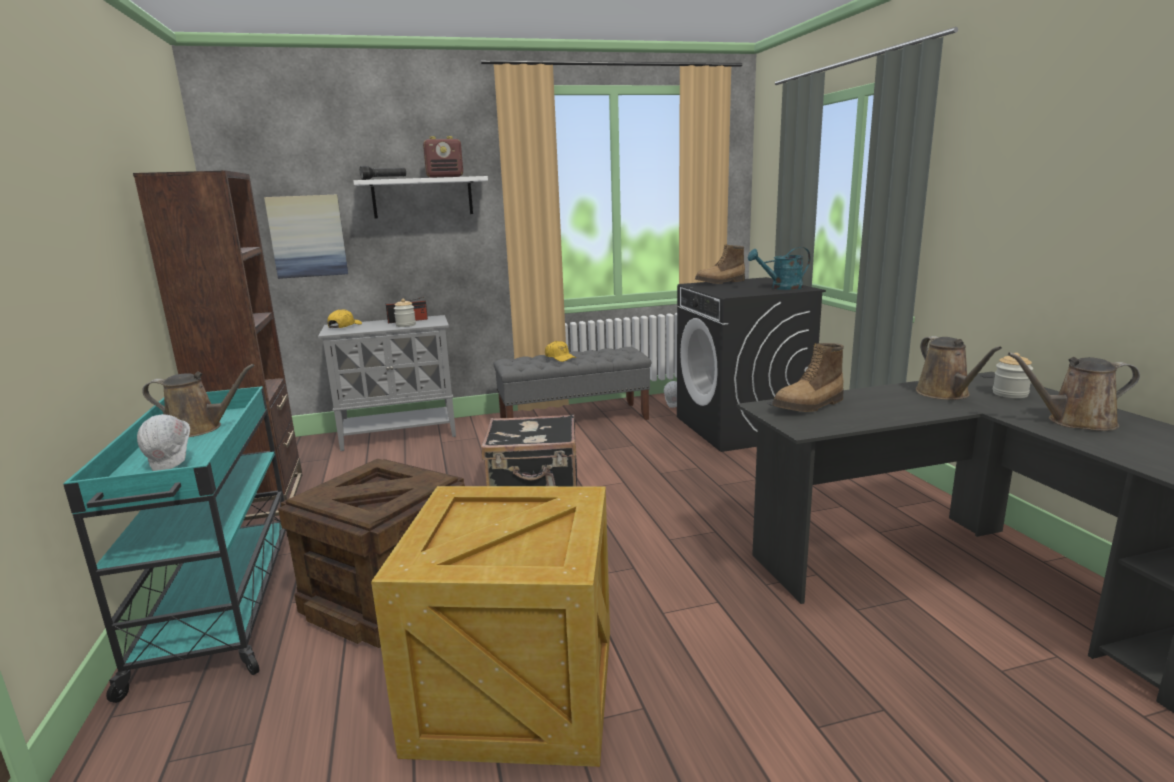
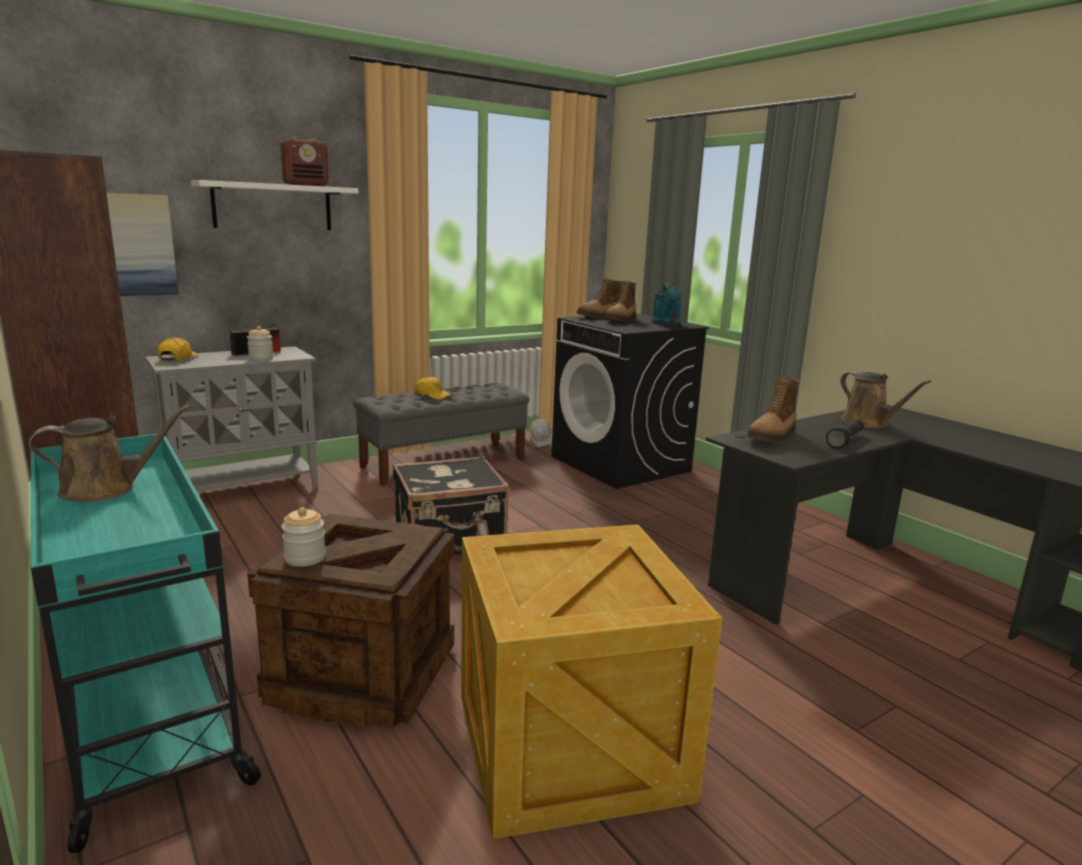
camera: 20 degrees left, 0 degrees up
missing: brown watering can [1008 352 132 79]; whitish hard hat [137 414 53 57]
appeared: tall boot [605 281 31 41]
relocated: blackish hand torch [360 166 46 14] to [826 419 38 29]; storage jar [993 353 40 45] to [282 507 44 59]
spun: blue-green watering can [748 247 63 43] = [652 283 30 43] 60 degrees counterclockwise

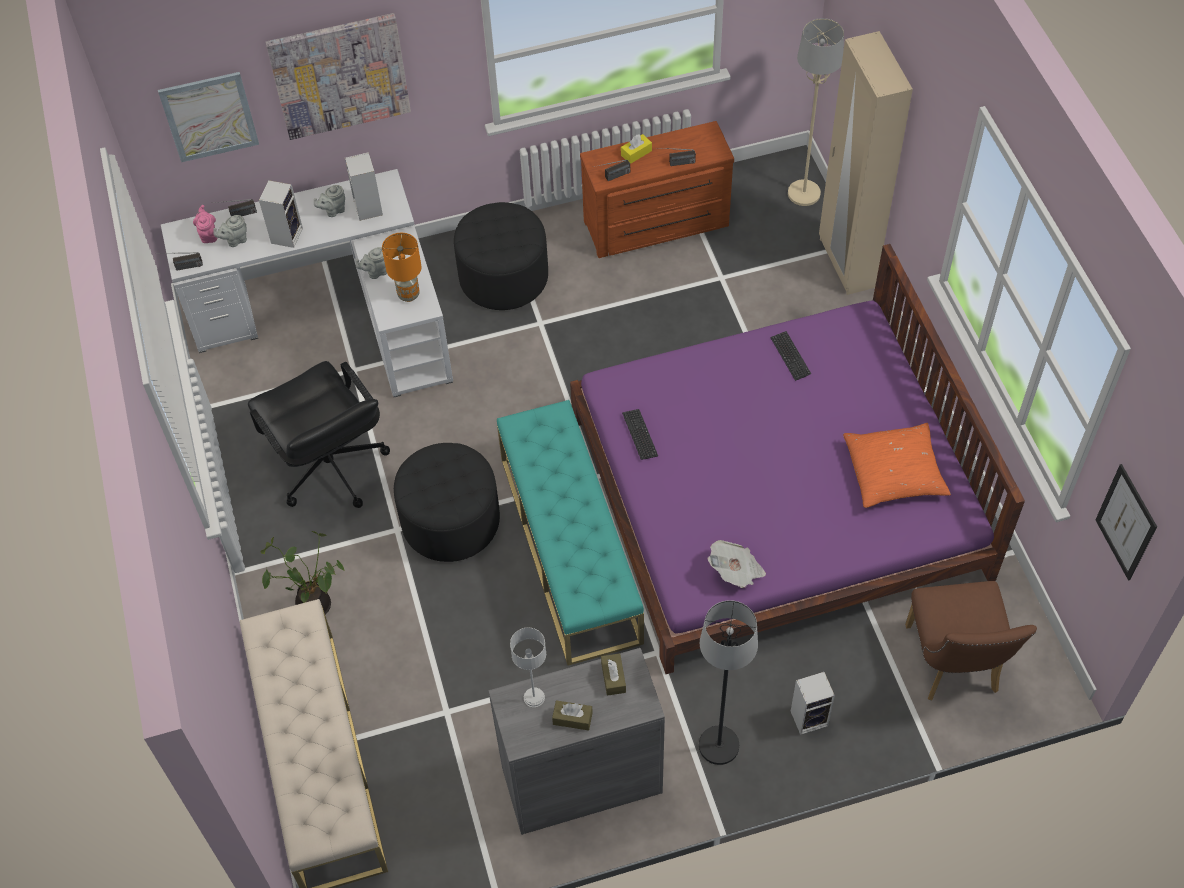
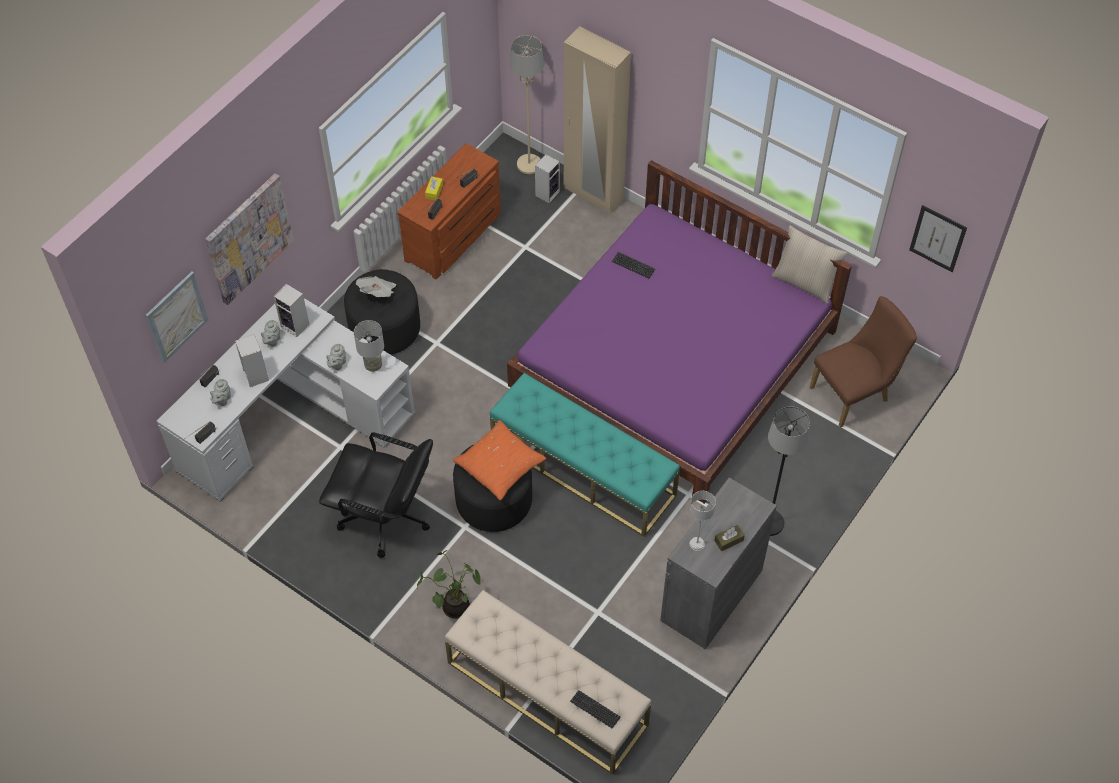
camera: 40 degrees left, 0 degrees up
missing: pinkish pot for tea [193 205 24 38]; brown box of tissues [601 653 25 43]
appeared: beige throw pillow [772 226 75 78]
relocated: computer keyboard [622 409 36 51] to [570 690 51 38]; orange-coloured throw pillow [843 423 108 85] to [453 420 94 80]; printed paper [707 540 59 48] to [356 276 40 21]; loudspeaker [791 672 44 63] to [535 154 25 49]
colour: orange-coloured tabletop lamp [382 233 39 69] to gray tabletop lamp [354 320 30 52]
spun: brown chair [905 581 132 120] = [810 296 107 132] 75 degrees counterclockwise

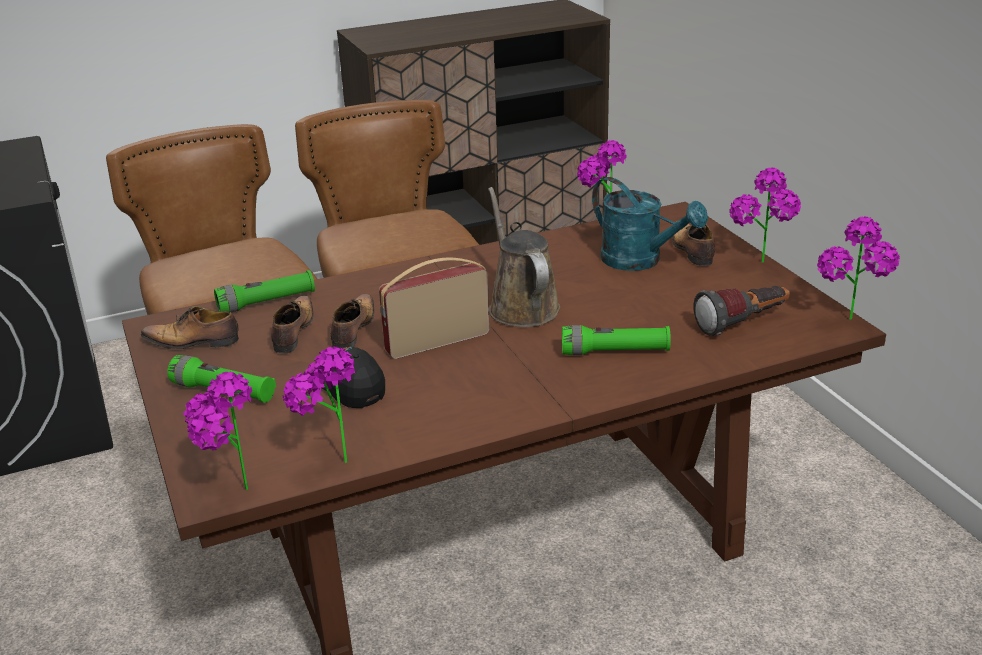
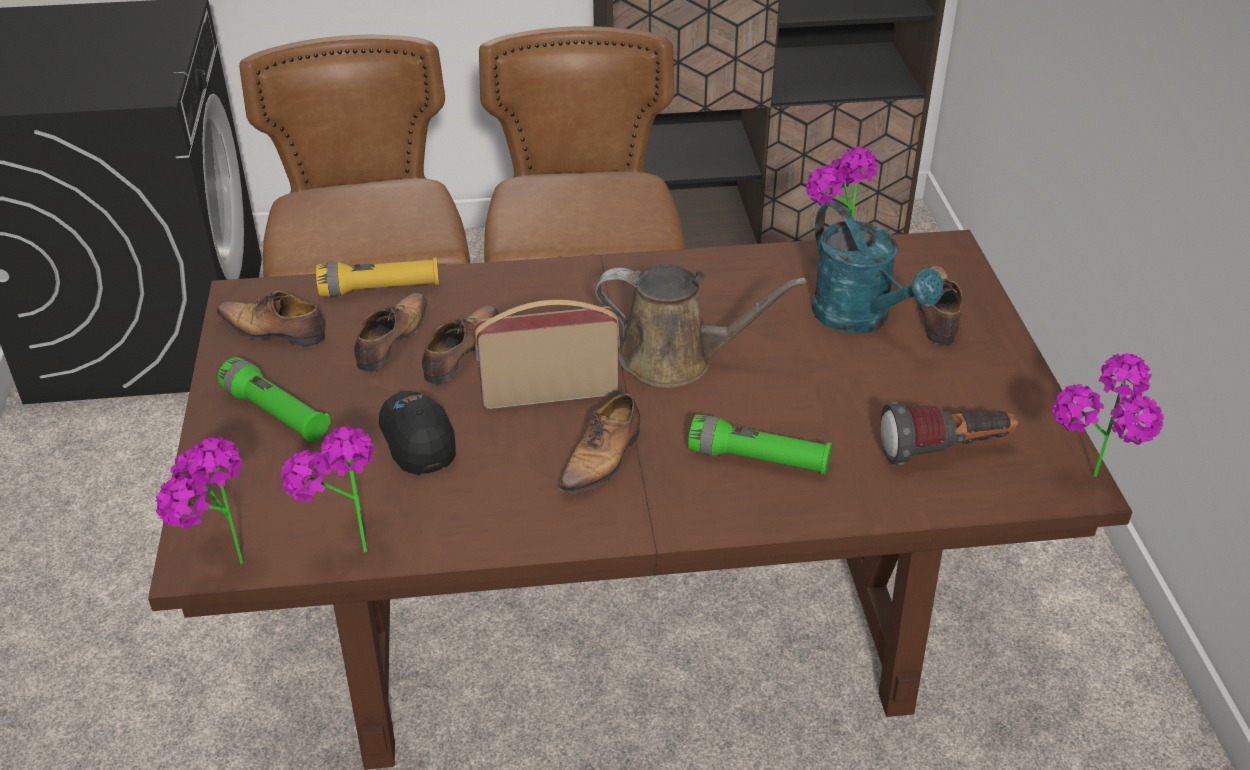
camera: 15 degrees right, 10 degrees up
missing: plant in a pot [729 168 72 95]
appeared: item of footwear [558 394 82 106]
colour: greenish hand torch [214 270 101 42] to yellow hand torch [316 258 123 38]
spun: brown watering can [488 187 72 140] = [595 264 212 124] 105 degrees clockwise

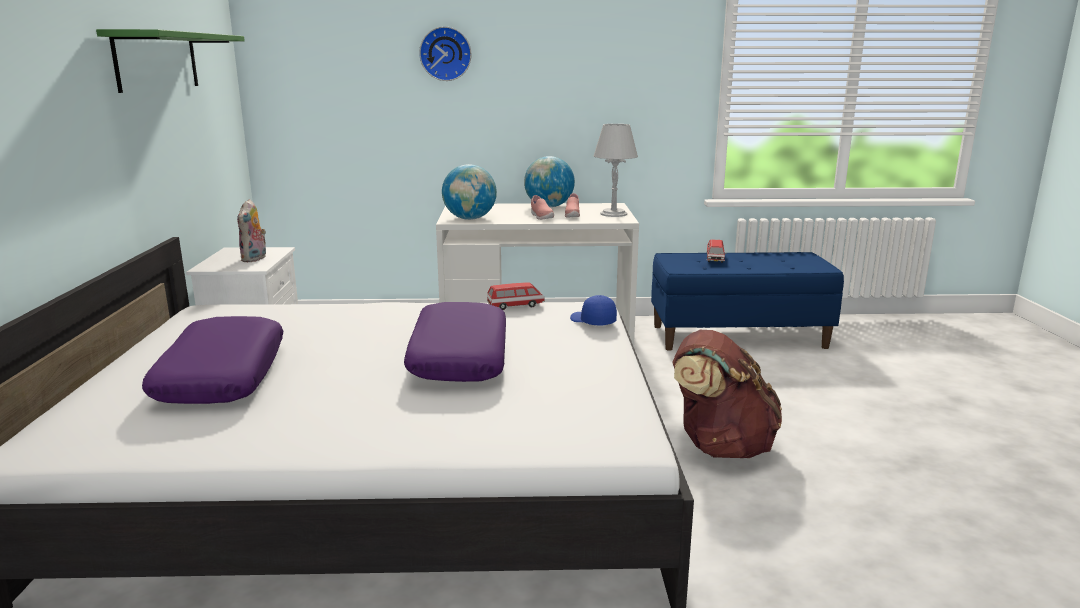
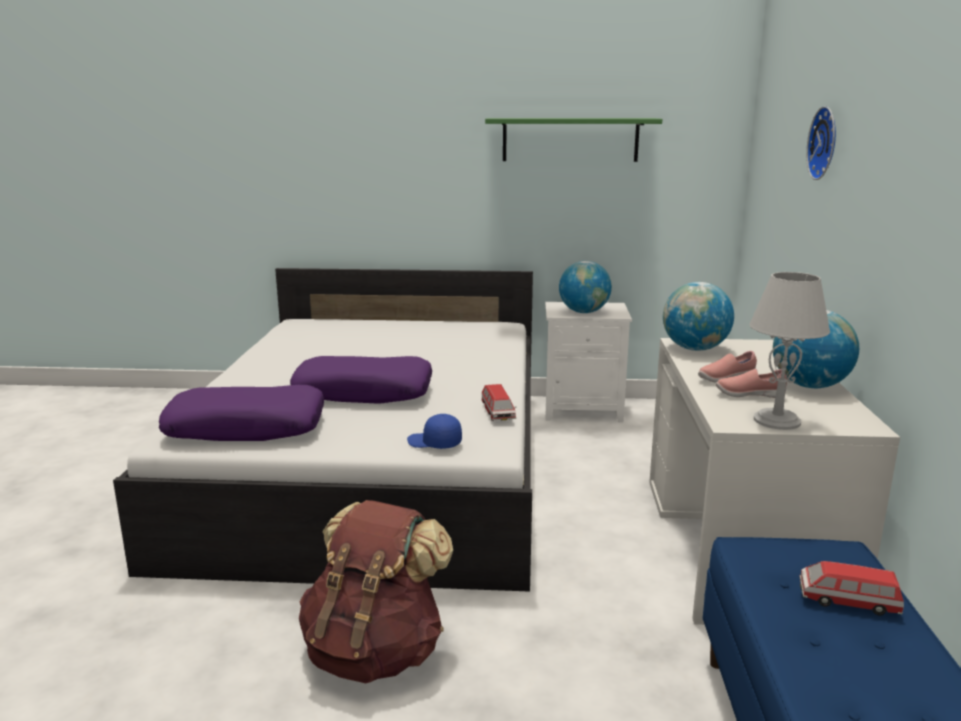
camera: 95 degrees right, 0 degrees up
relocated: purple-coloured throw pillow [142 316 141 88] to [159 385 165 56]
exchanged: soft toy [237 199 29 63] to globe [559 261 53 52]
spun: blue cap [570 295 47 31] = [407 414 55 35] 120 degrees counterclockwise

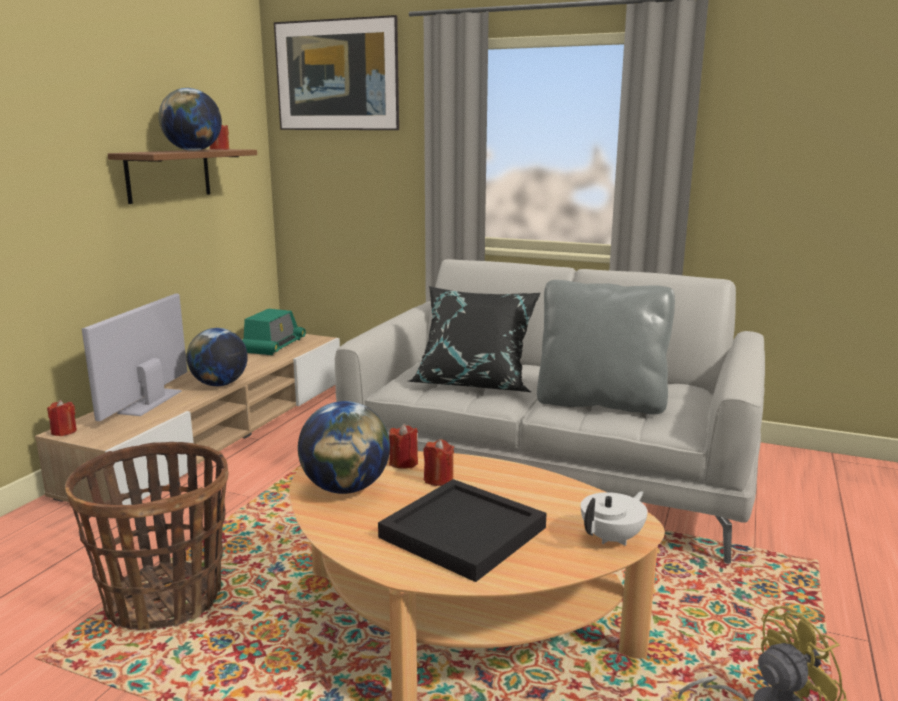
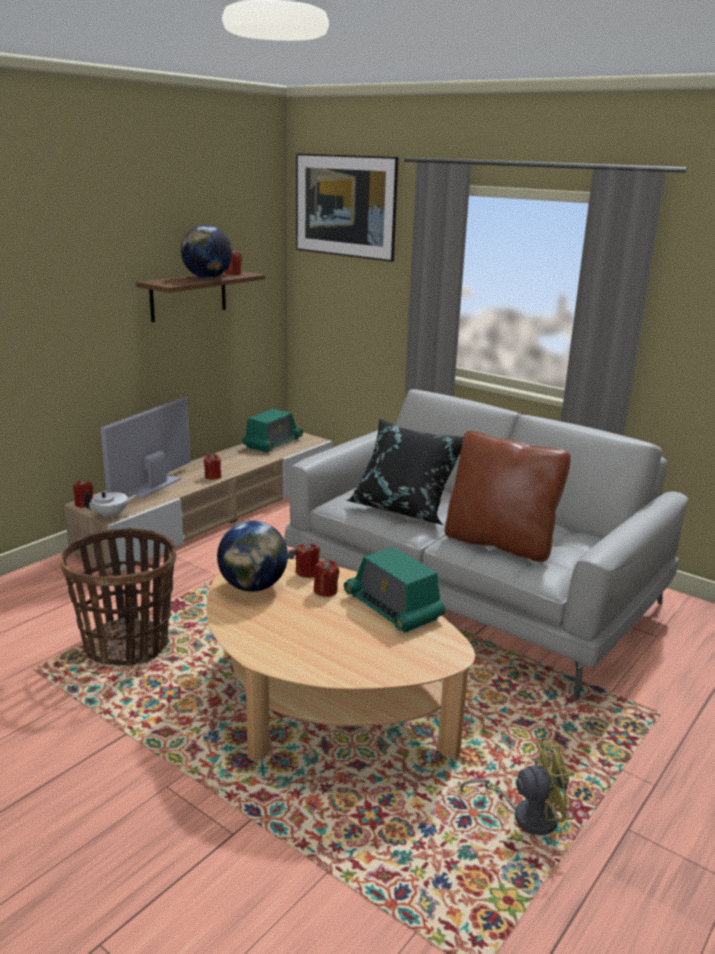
camera: 15 degrees right, 5 degrees up
missing: blackish carrying tray [378 479 169 103]
appeared: radio [344 547 101 86]
relocated: whitish pot for tea [581 491 67 55] to [84 490 53 29]
exchanged: globe [187 328 61 58] to red candle [203 453 18 27]
colour: gray throw pillow [537 280 138 134] to brown throw pillow [445 431 126 131]

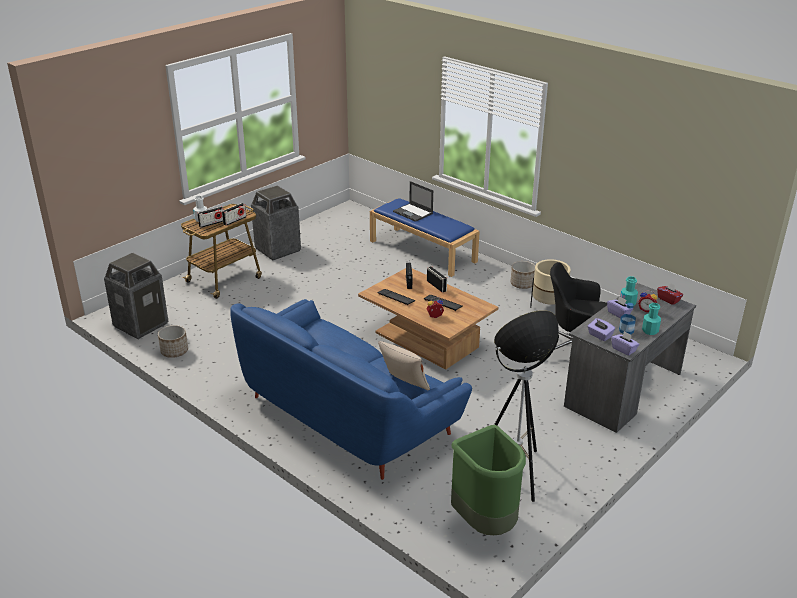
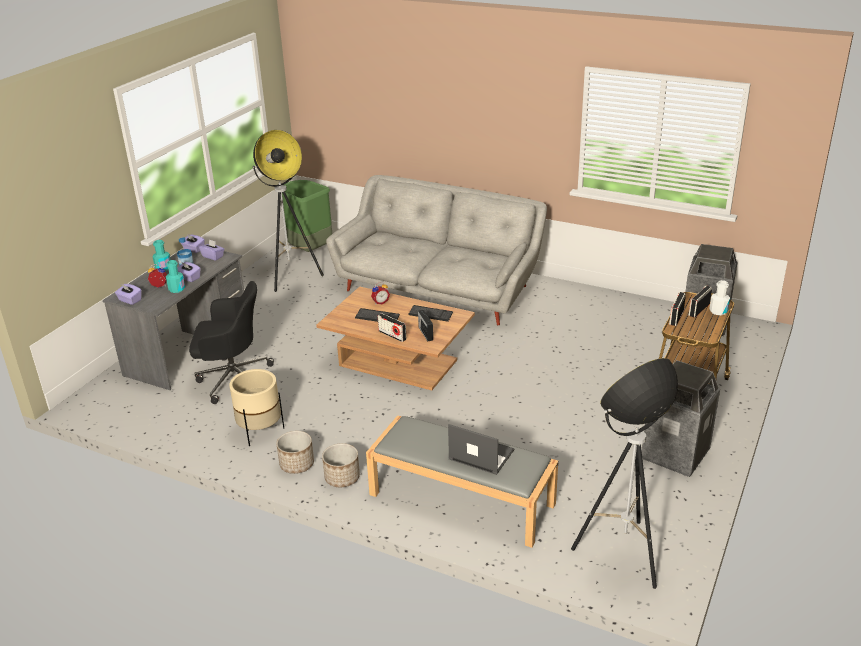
camera: 165 degrees right, 0 degrees up
missing: beige throw pillow [378 341 52 49]
appeared: standing lamp [571 358 107 231]
relocated: flower pot [158 325 30 33] to [322 443 38 44]
colour: blue long seat [370 198 110 79] to gray long seat [366 415 193 133]; red box of tissues [657 282 26 23] to purple-coloured box of tissues [115 284 27 21]; blue couch [230 299 242 181] to gray couch [326 175 221 150]

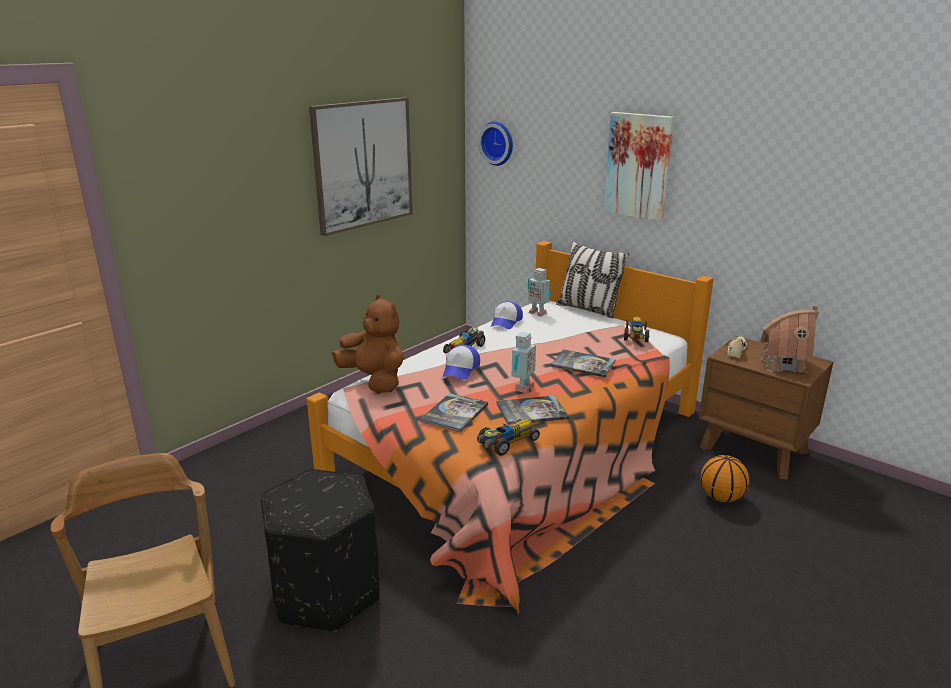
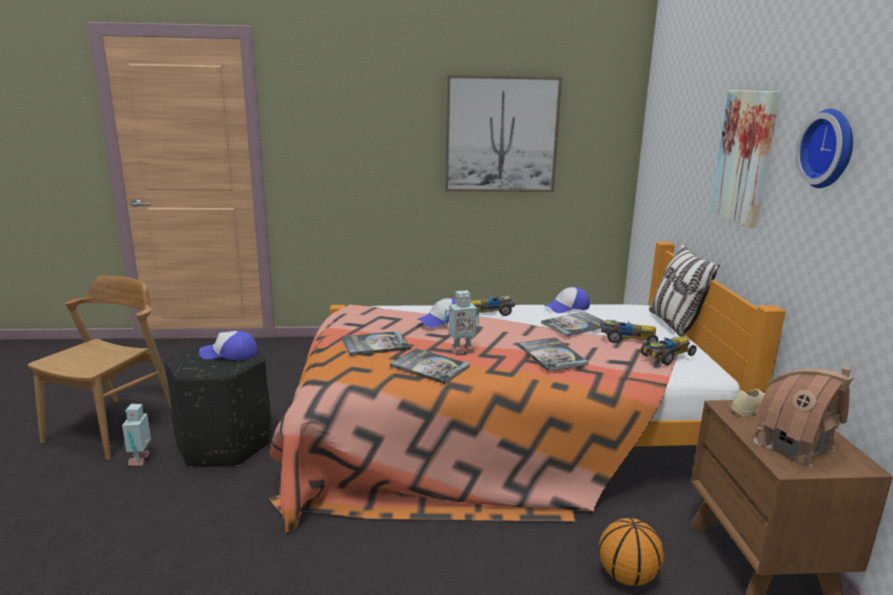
camera: 45 degrees right, 5 degrees down
missing: brown soft toy [332 295 72 98]
appeared: volume [541 312 64 25]; cap [199 331 58 29]
relocated: clock on the wall [478 121 35 45] to [795 109 58 79]; toy robot [528 268 23 49] to [122 404 29 62]; model car [477 419 63 37] to [600 320 58 23]

